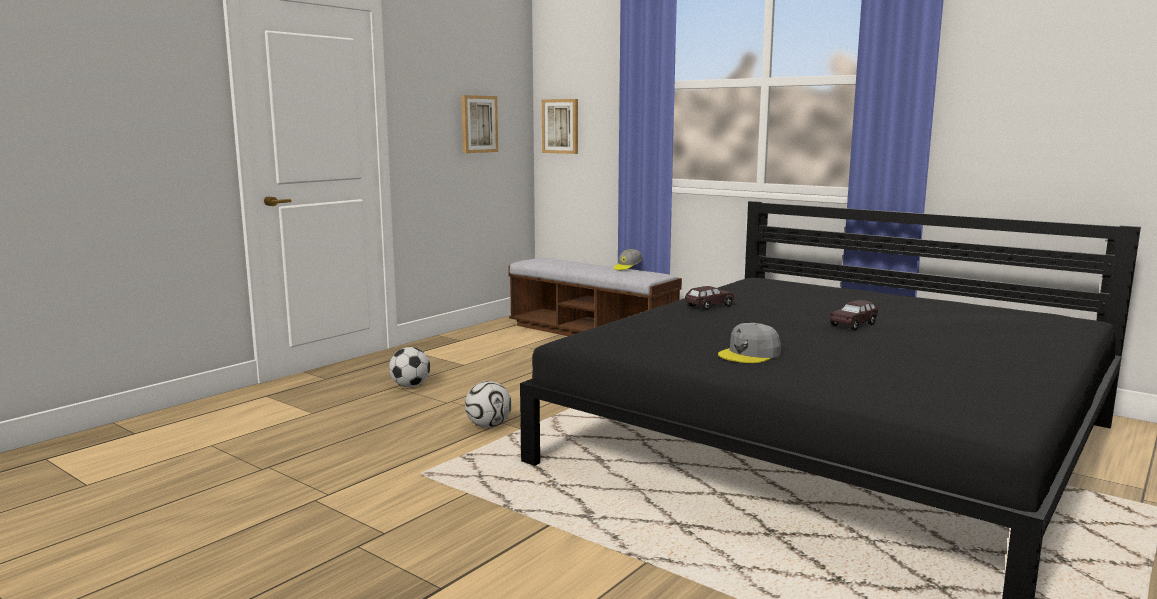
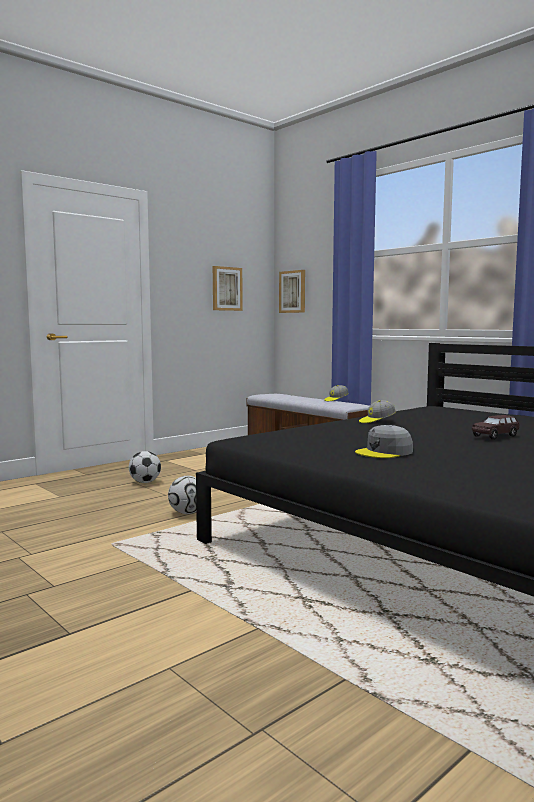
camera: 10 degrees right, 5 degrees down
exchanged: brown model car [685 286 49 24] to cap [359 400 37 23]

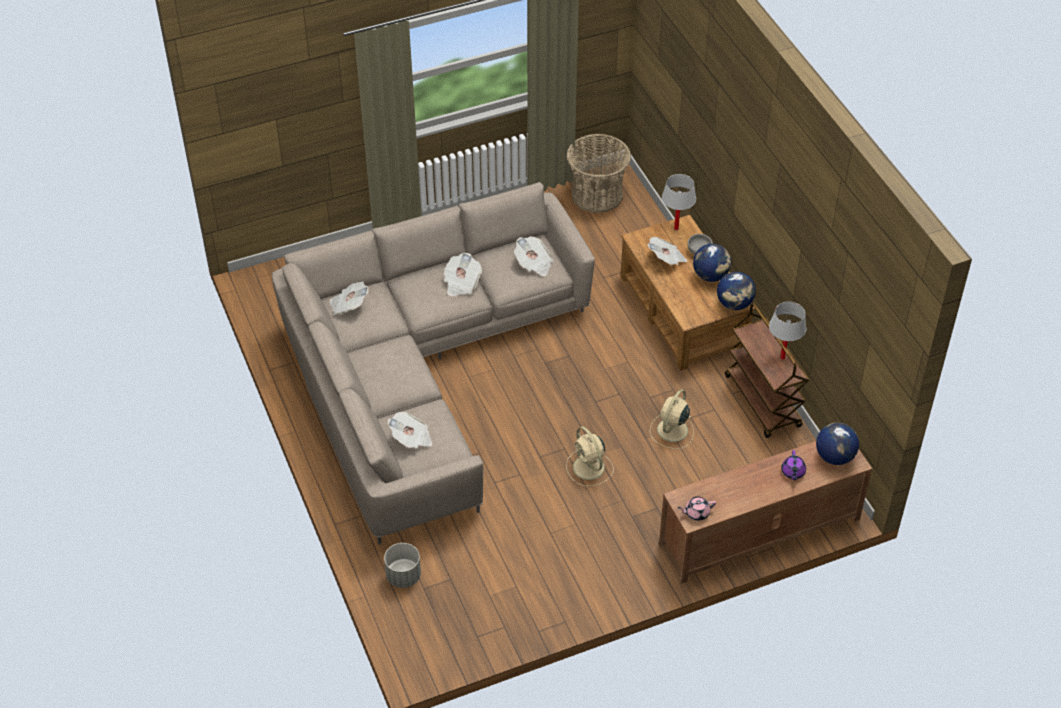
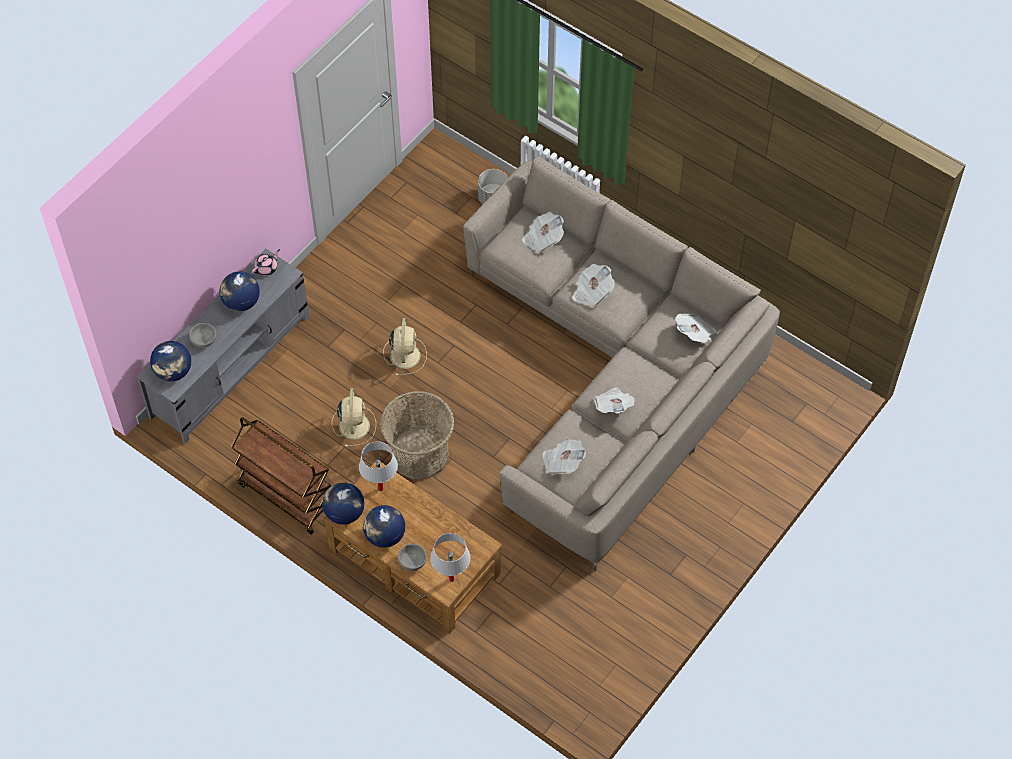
camera: 150 degrees right, 10 degrees up
appeared: globe [219 271 41 40]
relocated: household basket [566 134 65 79] to [380 391 74 88]; printed paper [647 237 41 28] to [572 264 43 44]; whitish tabletop lamp [769 302 37 58] to [359 441 39 50]
exchanged: purple-coloured pot for tea [781 450 25 30] to gray serving bowl [189 323 27 25]
colour: brown media console [659 441 213 143] to gray media console [137 249 172 195]
spun: beige electric fan [566 427 48 59] = [383 318 44 58] 60 degrees clockwise

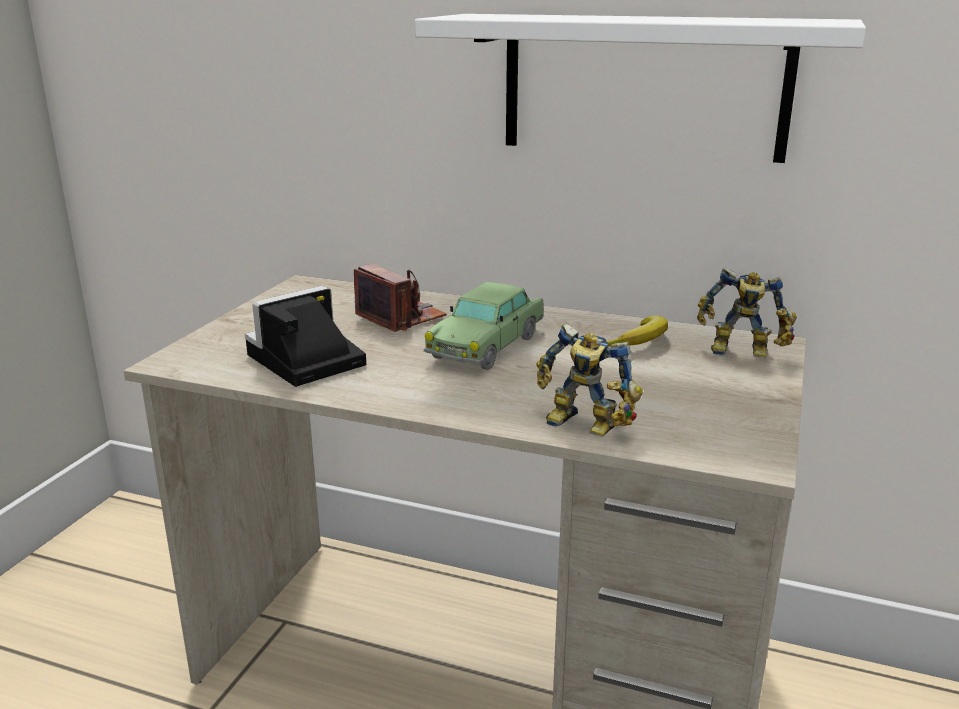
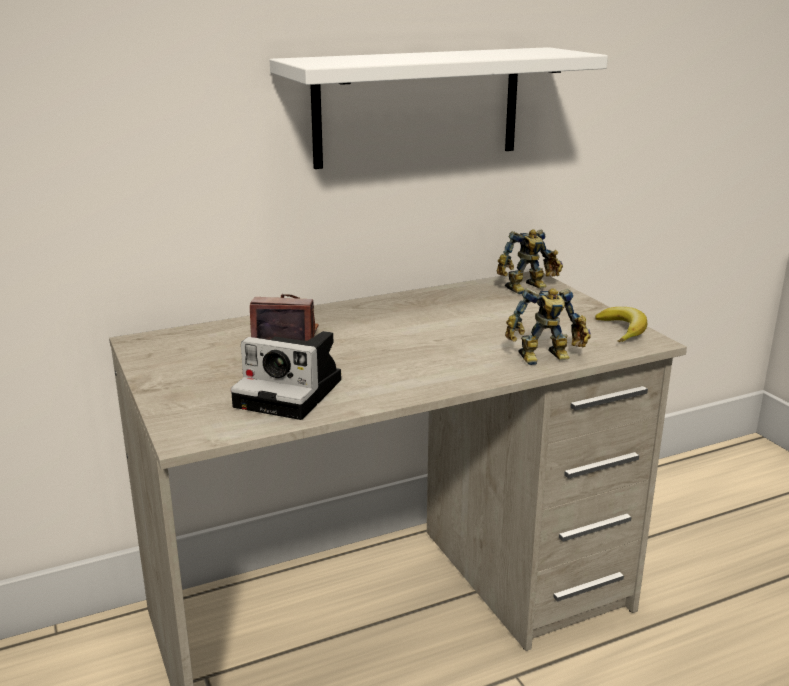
camera: 45 degrees left, 0 degrees up
missing: model car [424 282 119 88]
relocated: banana [606 315 62 31] to [595 307 52 35]
spun: still camera [245 286 121 101] = [231 331 110 89] 75 degrees counterclockwise

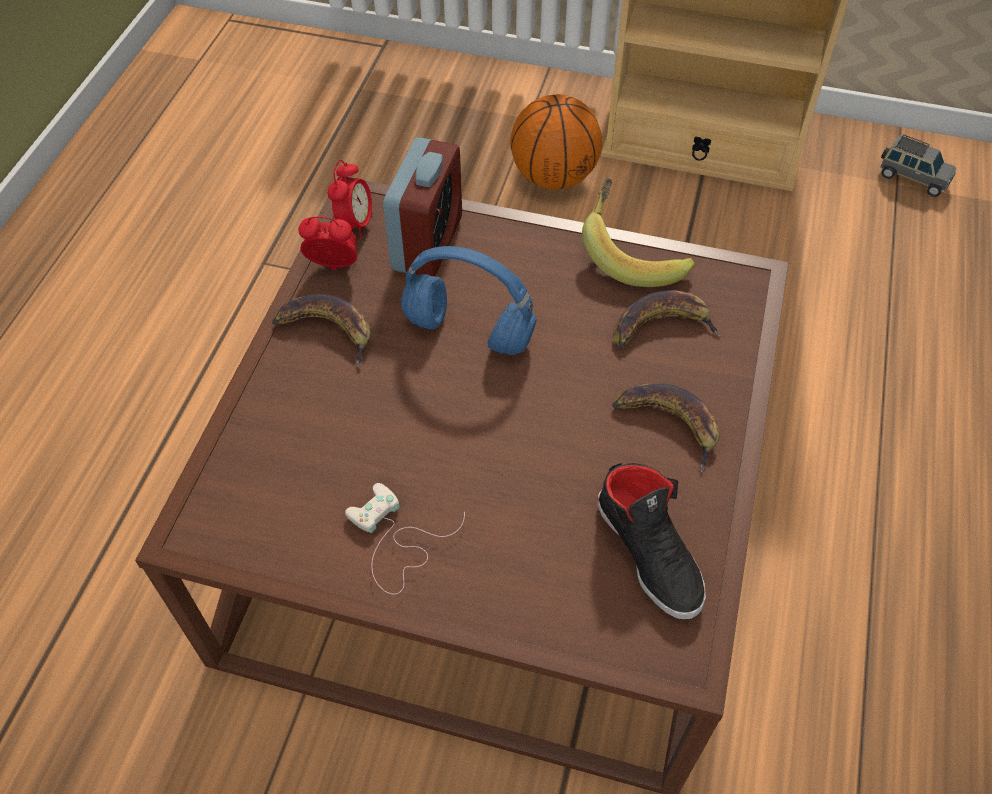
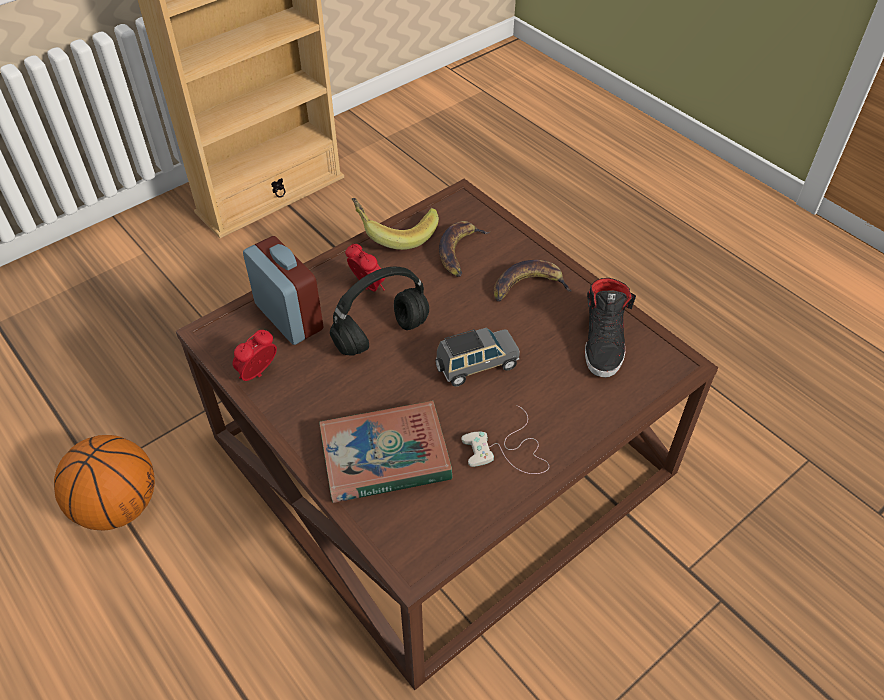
camera: 55 degrees left, 5 degrees down
missing: banana [272 294 99 74]
appeared: volume [319 400 133 103]
relocated: ball for basketball [510 94 92 96] to [54 435 101 95]; gray model car [880 134 77 63] to [436 328 84 59]; table clock [328 160 45 79] to [345 244 40 48]
colour: blue headphones [401 246 135 109] to blackish headphones [330 267 99 89]
spun: blackish item of footwear [597 463 109 157] = [585 278 51 100] 90 degrees clockwise

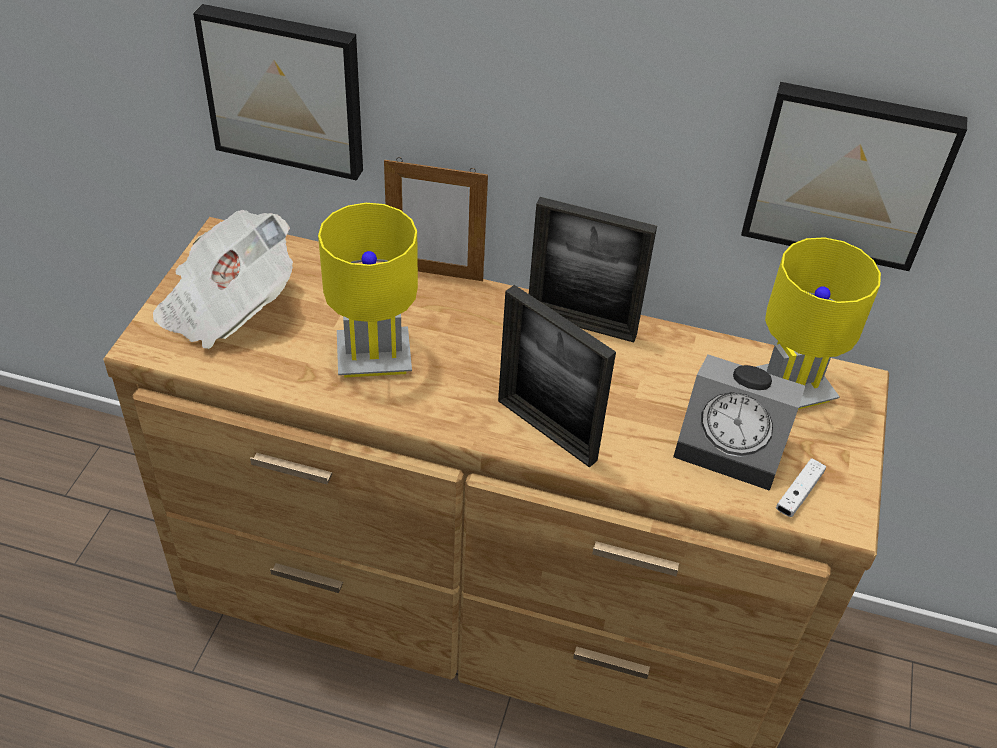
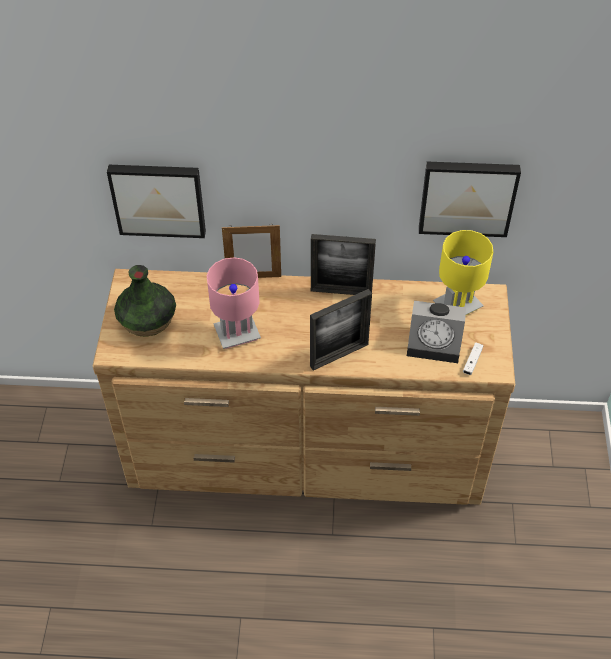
camera: 10 degrees left, 5 degrees up
exchanged: printed paper [153 210 140 139] to decorative vase [114 265 62 72]
colour: yellow tabletop lamp [318 203 100 175] to pinkish tabletop lamp [207 257 54 92]
spun: photo frame [498 285 118 183] = [310 289 62 82] 60 degrees counterclockwise

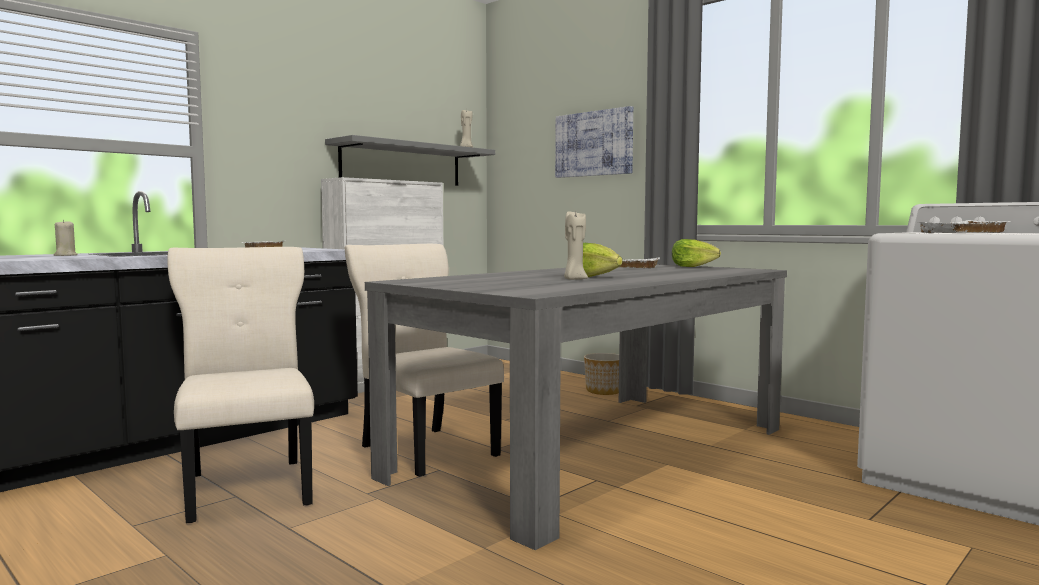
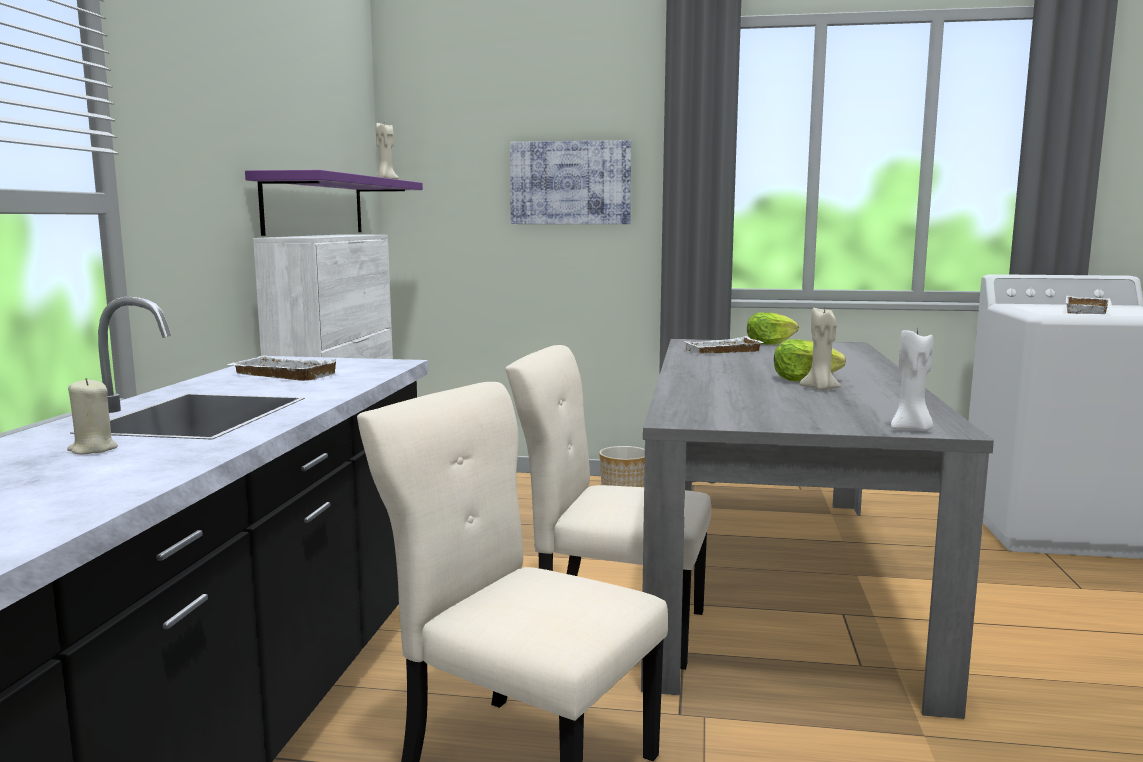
camera: 35 degrees left, 5 degrees up
appeared: whitish candle [891 329 42 102]
colour: gray shelf [325 135 170 51] to purple-coloured shelf [245 170 178 66]

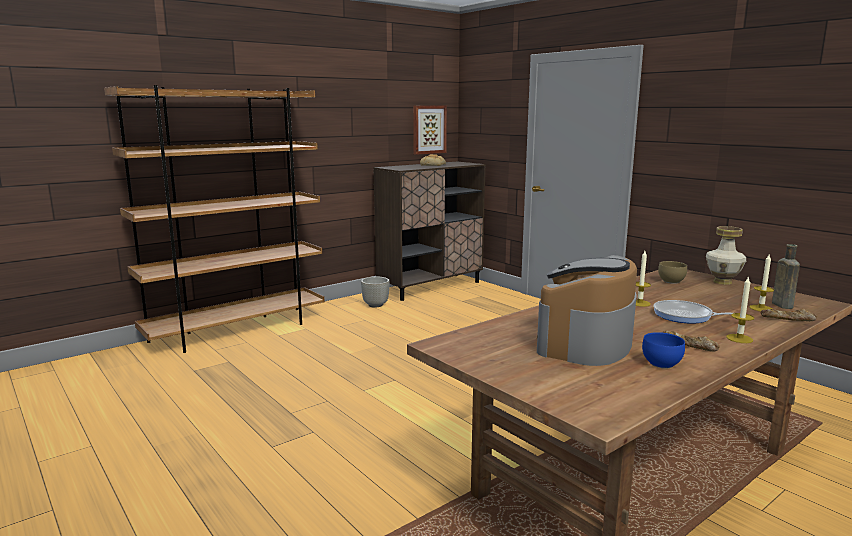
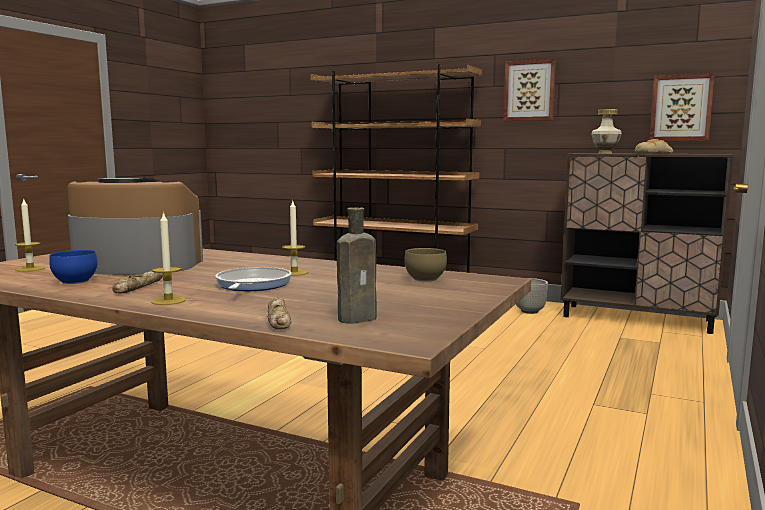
camera: 65 degrees right, 5 degrees down
appeared: wall art [503 59 53 62]
relocated: decorative vase [706 226 40 59] to [591 109 31 45]; candle [749 255 25 56] to [15 198 30 74]

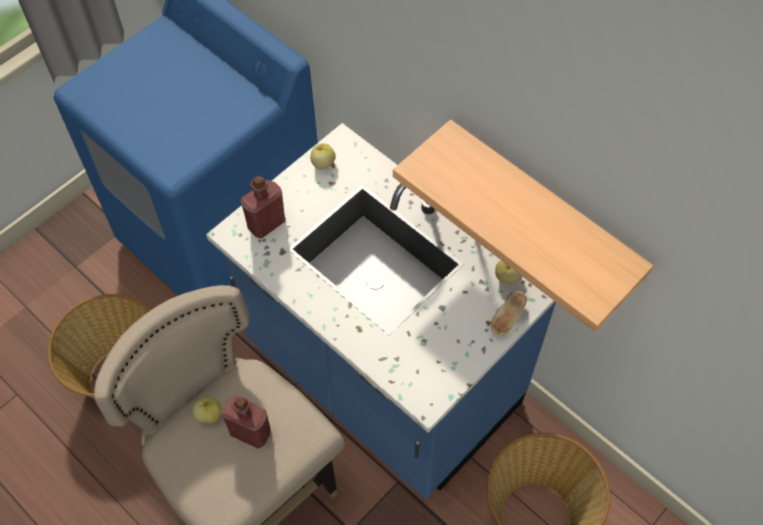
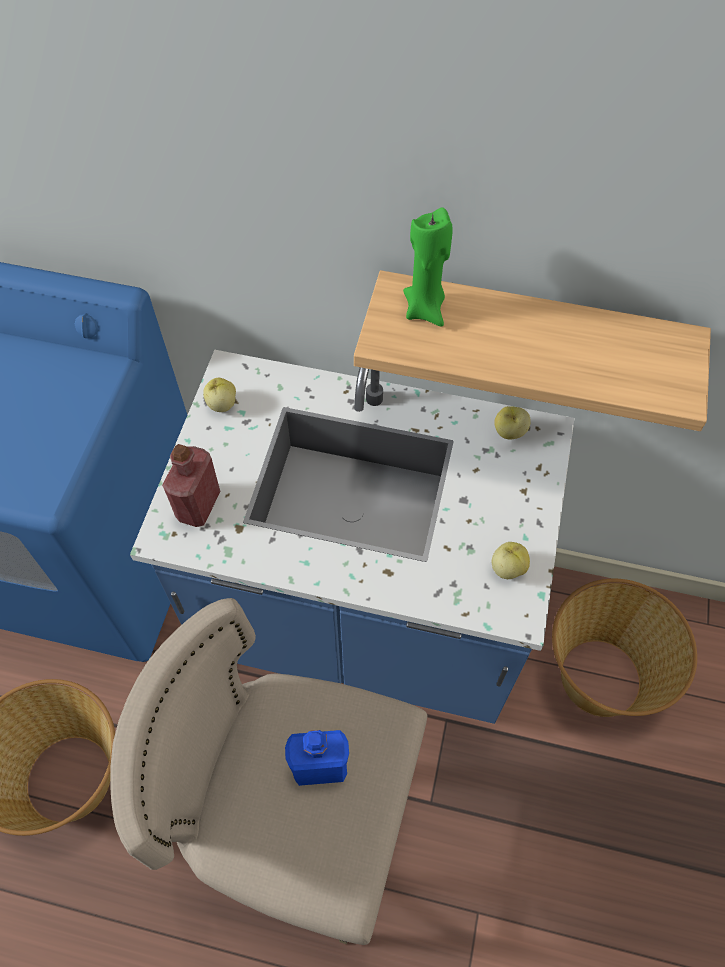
camera: 30 degrees left, 0 degrees up
missing: bread [490 291 37 44]
appeared: greenish candle [403 207 50 120]
relocated: apple [192 397 30 27] to [492 542 38 37]
colour: red drink bottle [222 396 49 53] to blue drink bottle [285 730 64 56]

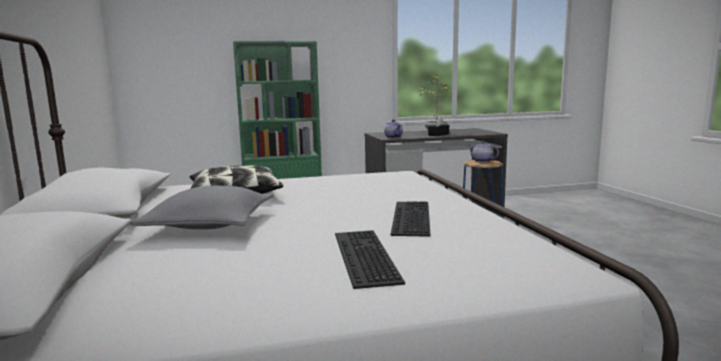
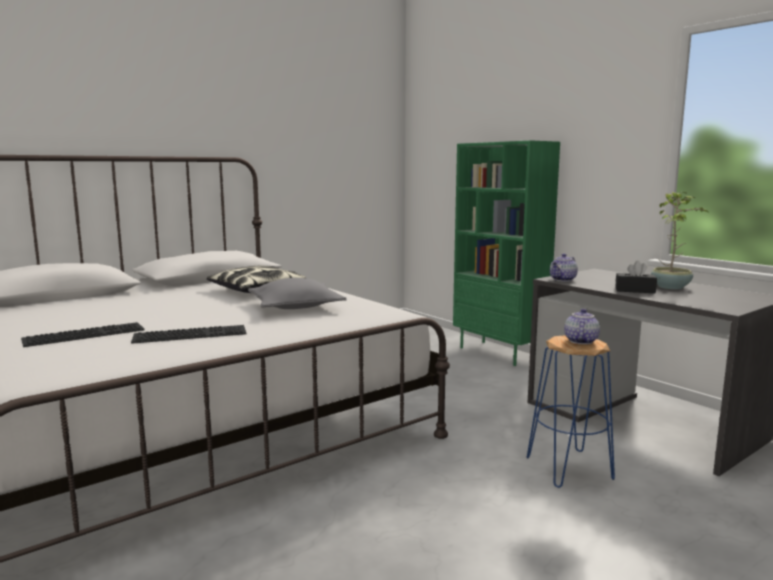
camera: 65 degrees right, 0 degrees up
relocated: gray throw pillow [129 186 144 43] to [248 278 99 31]

